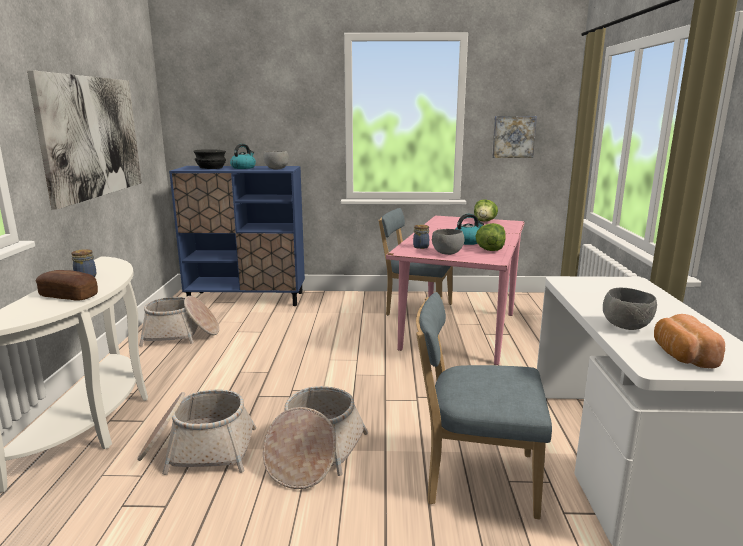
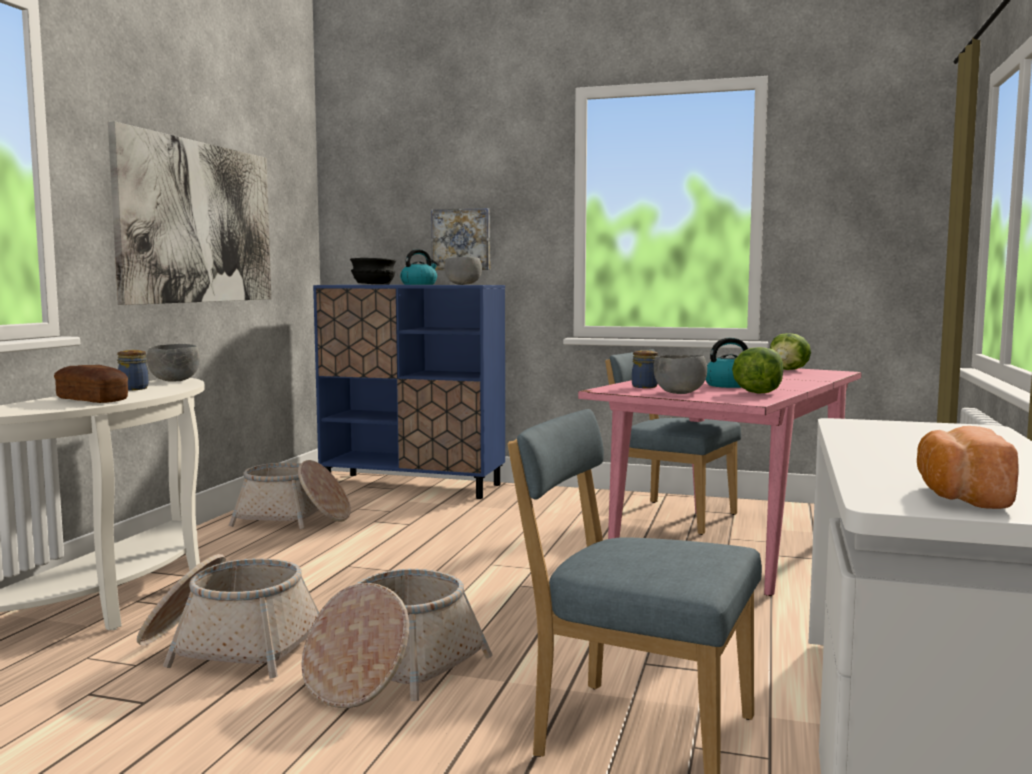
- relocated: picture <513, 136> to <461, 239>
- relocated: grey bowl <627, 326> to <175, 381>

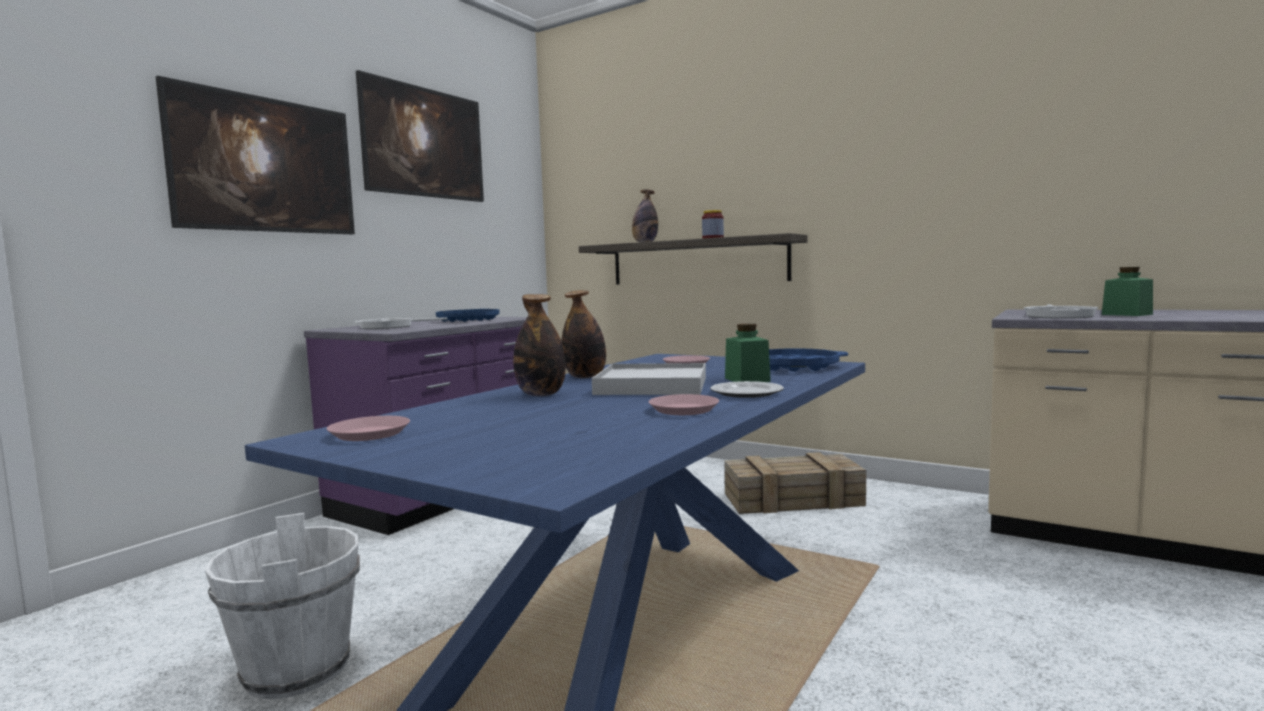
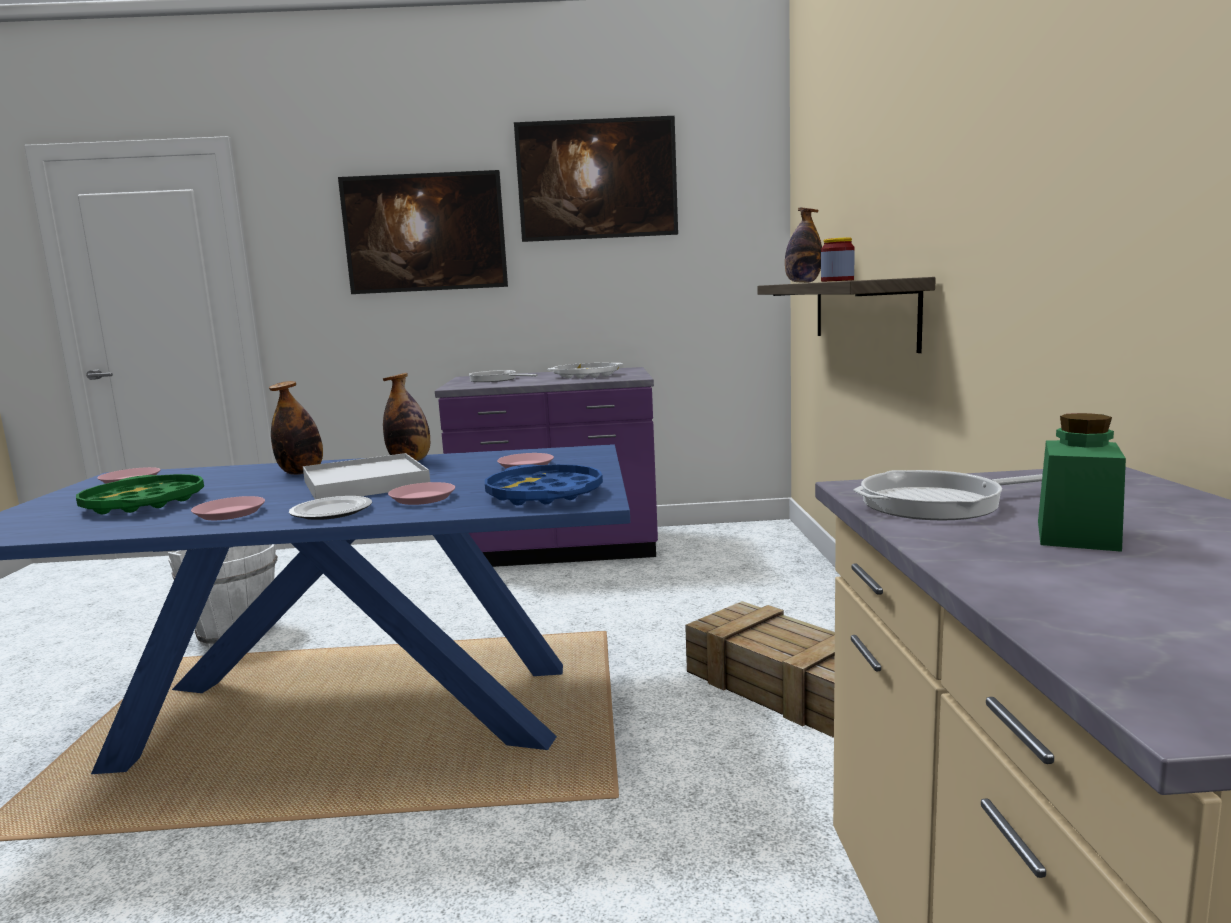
- colour: blue tray <468, 320> to white tray <586, 376>
- exchanged: green jar <747, 380> to pink plate <423, 498>
- appeared: green tray <143, 503>

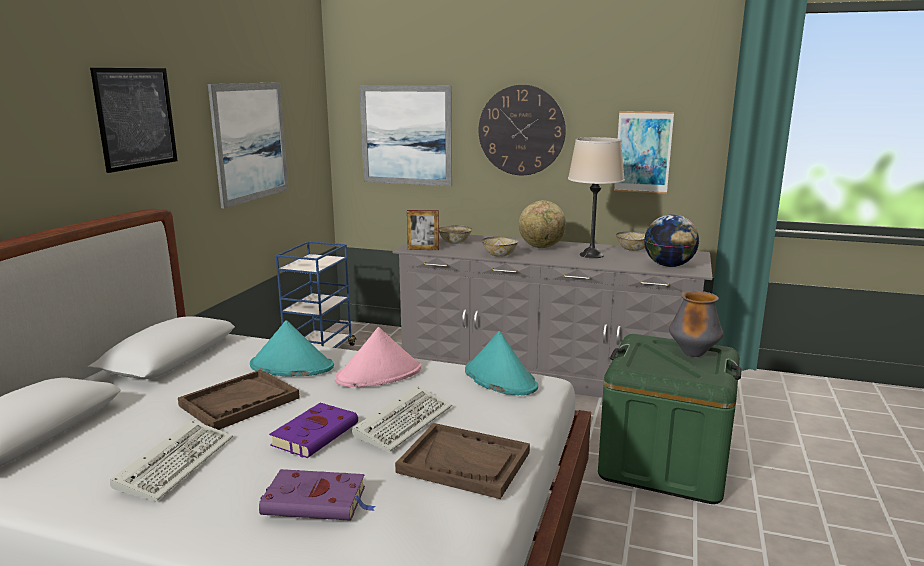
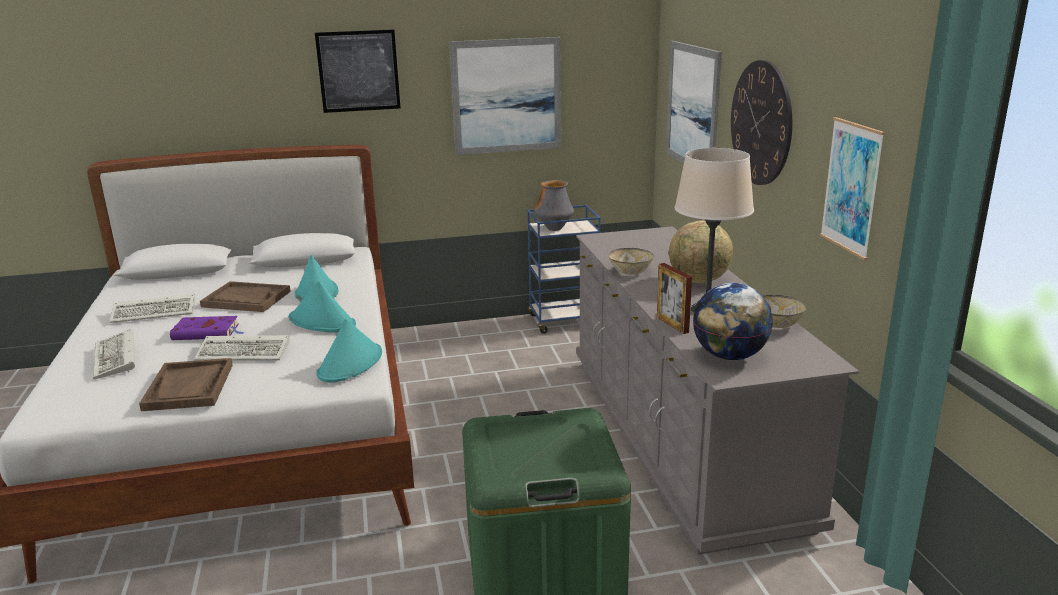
- exchanged: purple book <317, 501> to keyboard <117, 358>
- colour: pink hat <379, 374> to turquoise hat <322, 322>
- relocated: picture frame <423, 249> to <672, 325>
- missing: bowl <455, 242>
- relocated: vase <693, 354> to <554, 229>

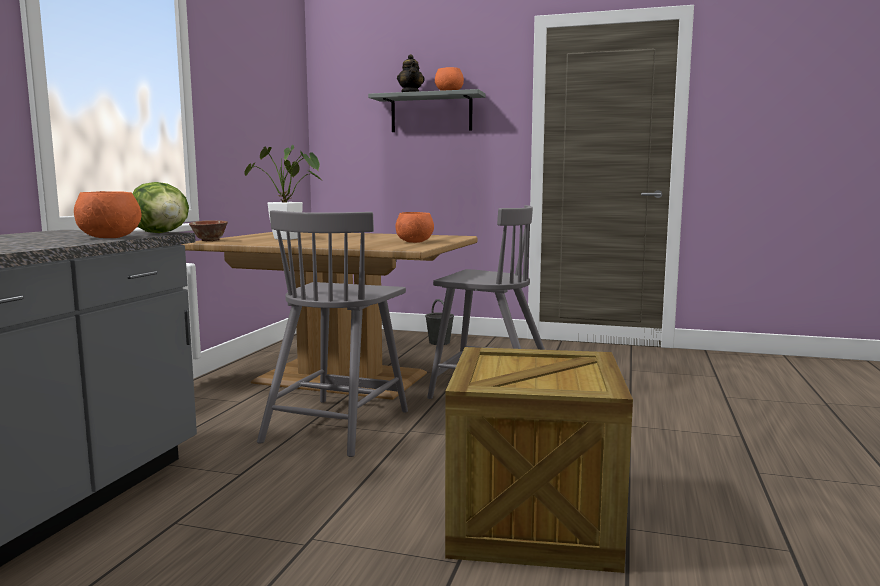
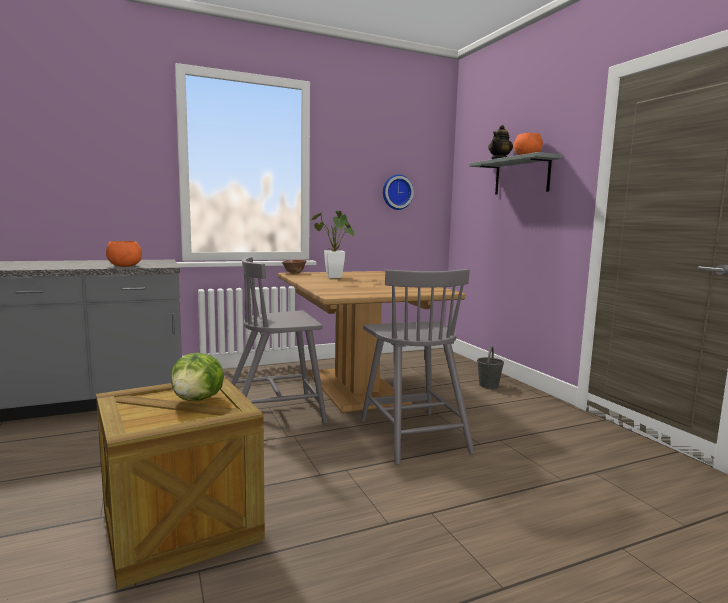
- relocated: lettuce <162, 233> to <198, 399>
- missing: orange bowl <414, 242>
- appeared: wall clock <396, 192>

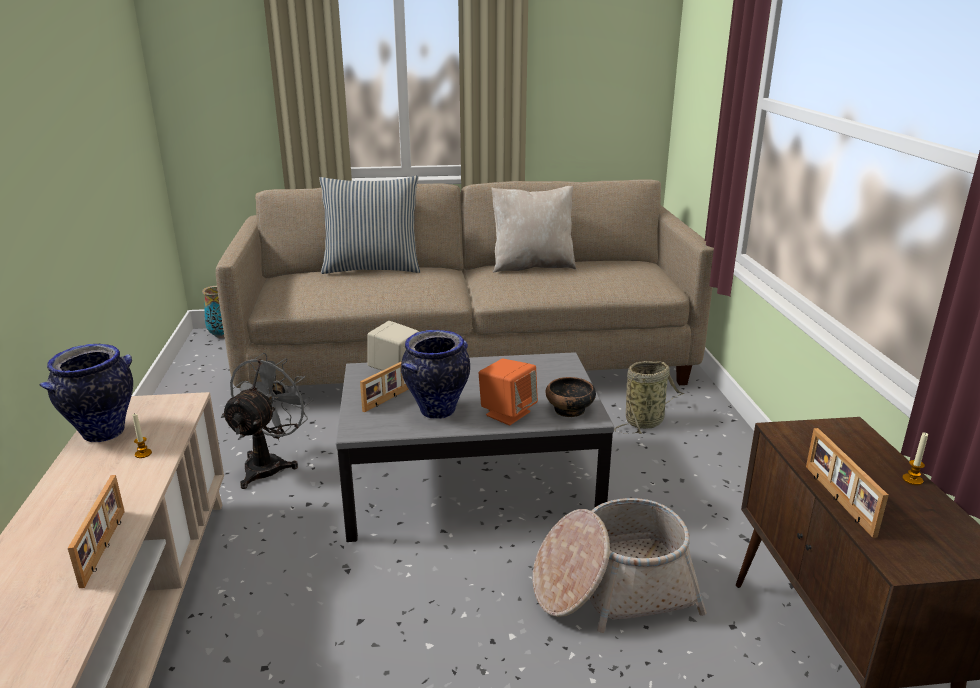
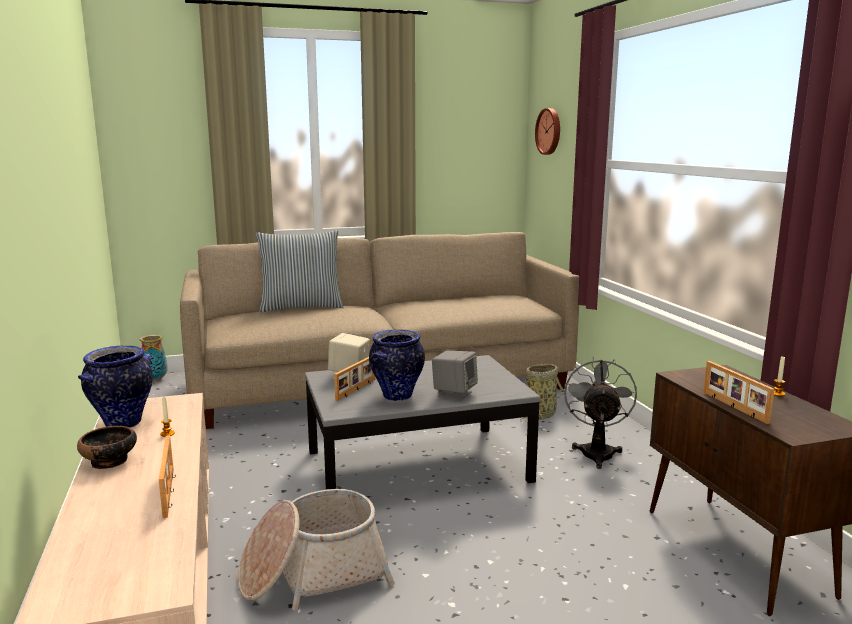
- relocated: grey fan <270, 464> to <597, 451>
- colour: orange speaker <507, 413> to grey speaker <454, 394>
- missing: beige pillow <532, 266>
- relocated: basket <612, 588> to <313, 573>
- relocated: bowl <569, 410> to <109, 461>
- appeared: wall clock <549, 131>

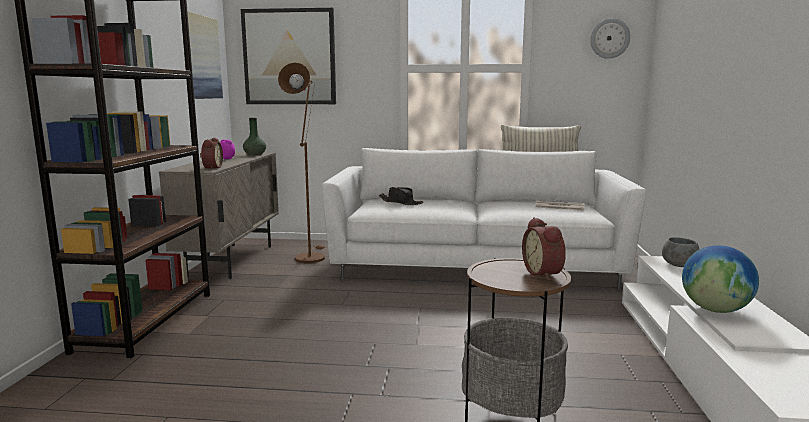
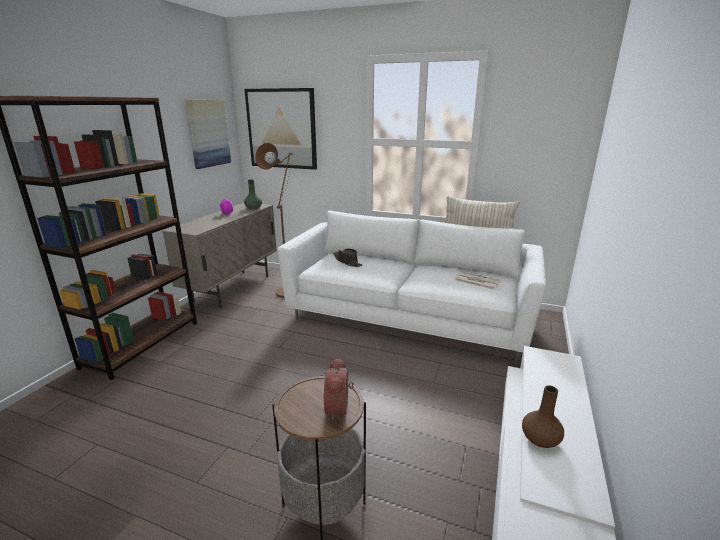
- missing: alarm clock <211, 168>
- missing: wall clock <609, 38>
- missing: grey bowl <678, 265>
- exchanged: globe <715, 310> to brown vase <540, 439>

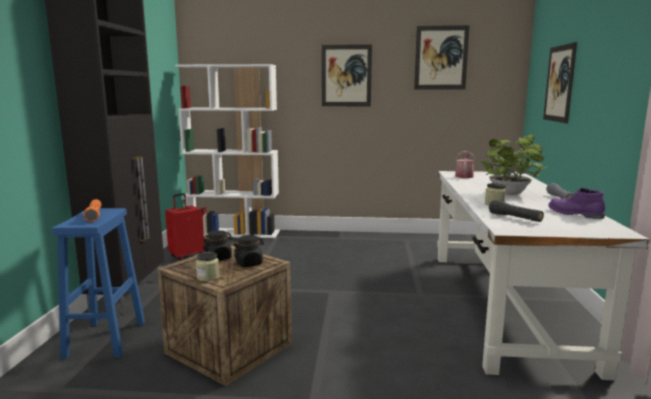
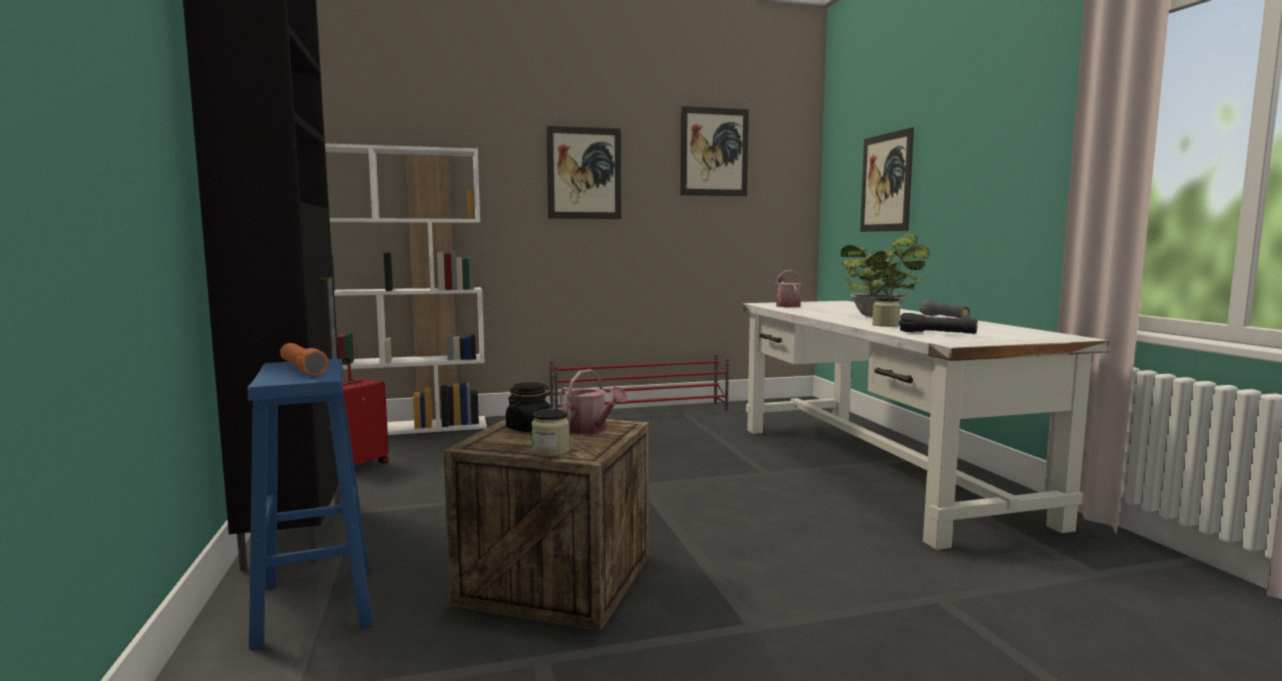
- exchanged: black jar <249, 263> to watering can <590, 430>
- missing: purple boot <574, 214>
- appeared: red shoe rack <641, 412>

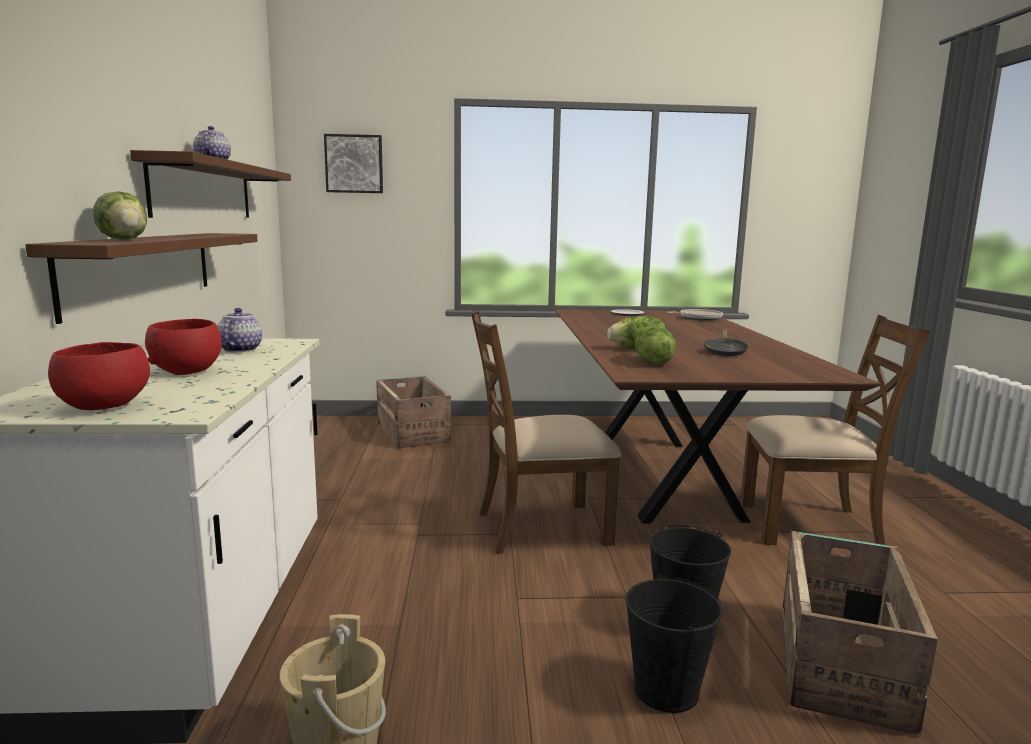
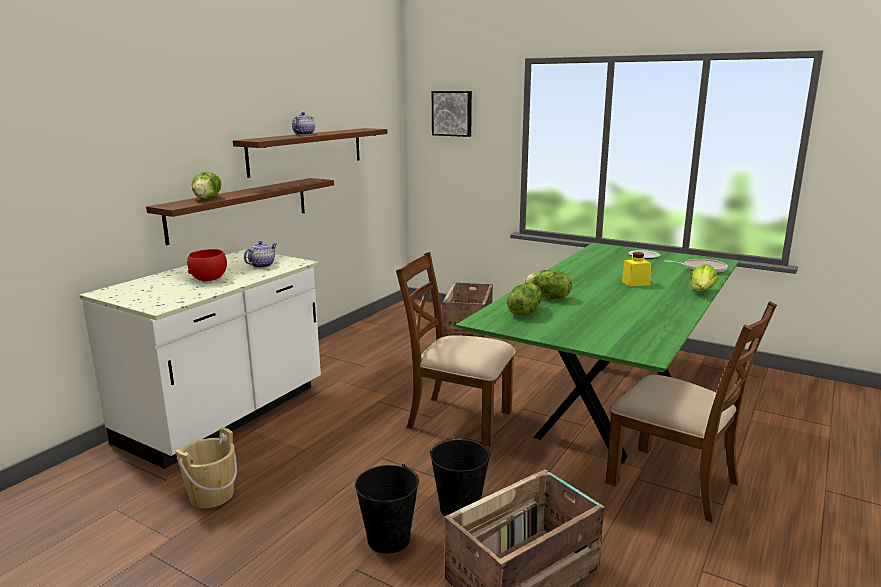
- missing: red bowl <103, 407>
- colour: brown dining table <663, 477> to green dining table <608, 408>
- missing: black frying pan <724, 352>
- appeared: yellow jar <635, 283>
- appeared: lettuce <702, 292>

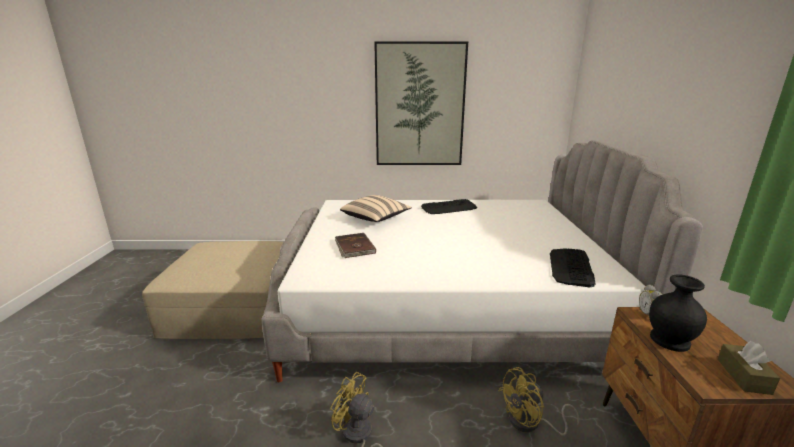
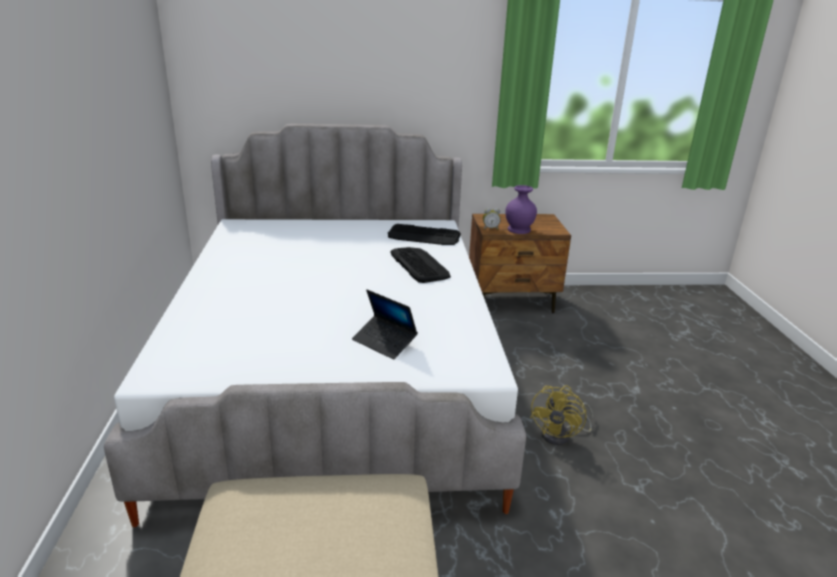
- exchanged: brown book <354, 247> to laptop <384, 342>
- missing: beige pillow <376, 218>
- missing: picture <419, 106>
- relocated: keyboard <449, 208> to <419, 265>
- missing: yellow fan <530, 423>
- colour: black vase <669, 339> to purple vase <518, 229>
- missing: brown tissue box <743, 376>

